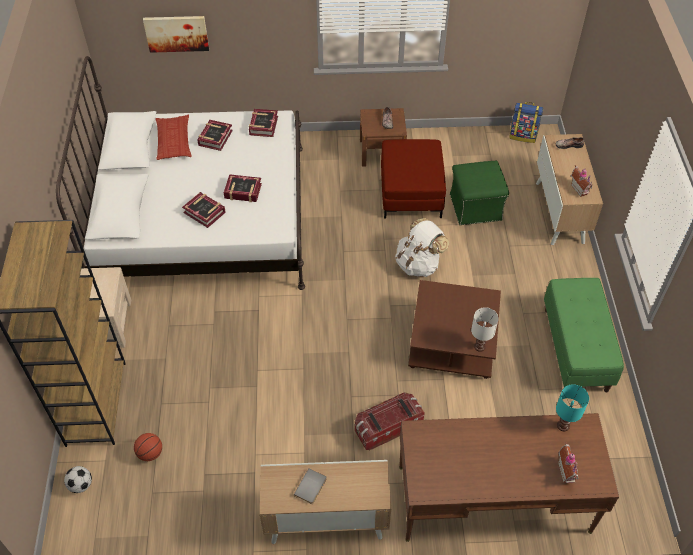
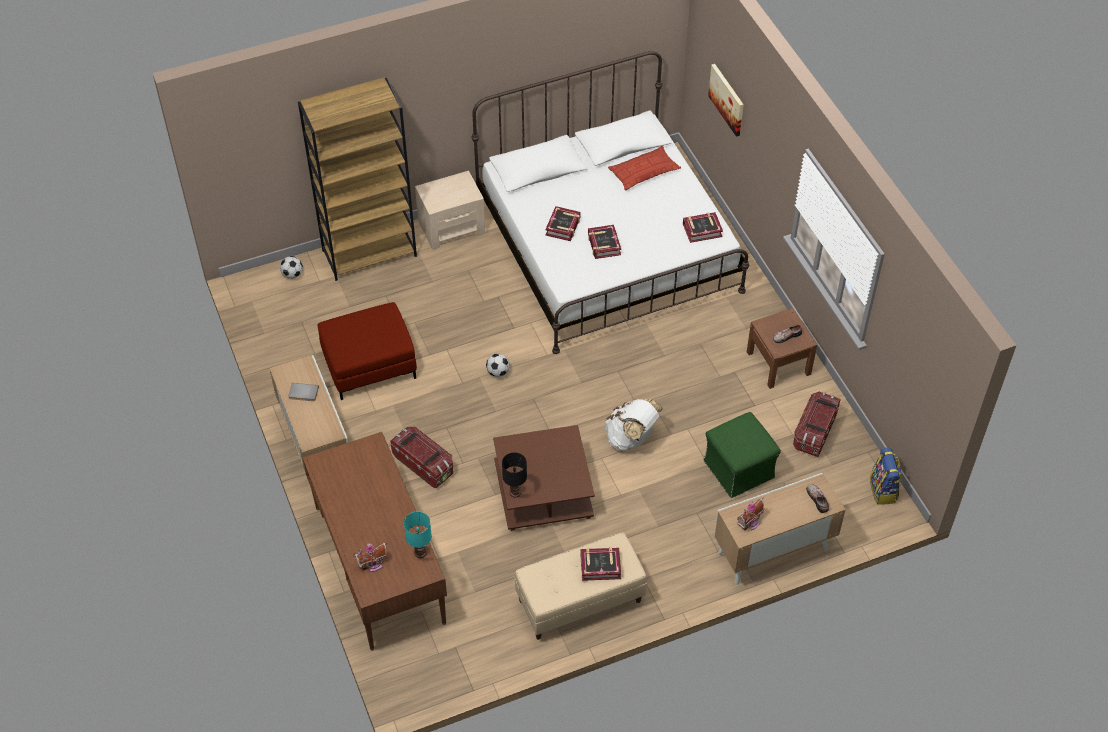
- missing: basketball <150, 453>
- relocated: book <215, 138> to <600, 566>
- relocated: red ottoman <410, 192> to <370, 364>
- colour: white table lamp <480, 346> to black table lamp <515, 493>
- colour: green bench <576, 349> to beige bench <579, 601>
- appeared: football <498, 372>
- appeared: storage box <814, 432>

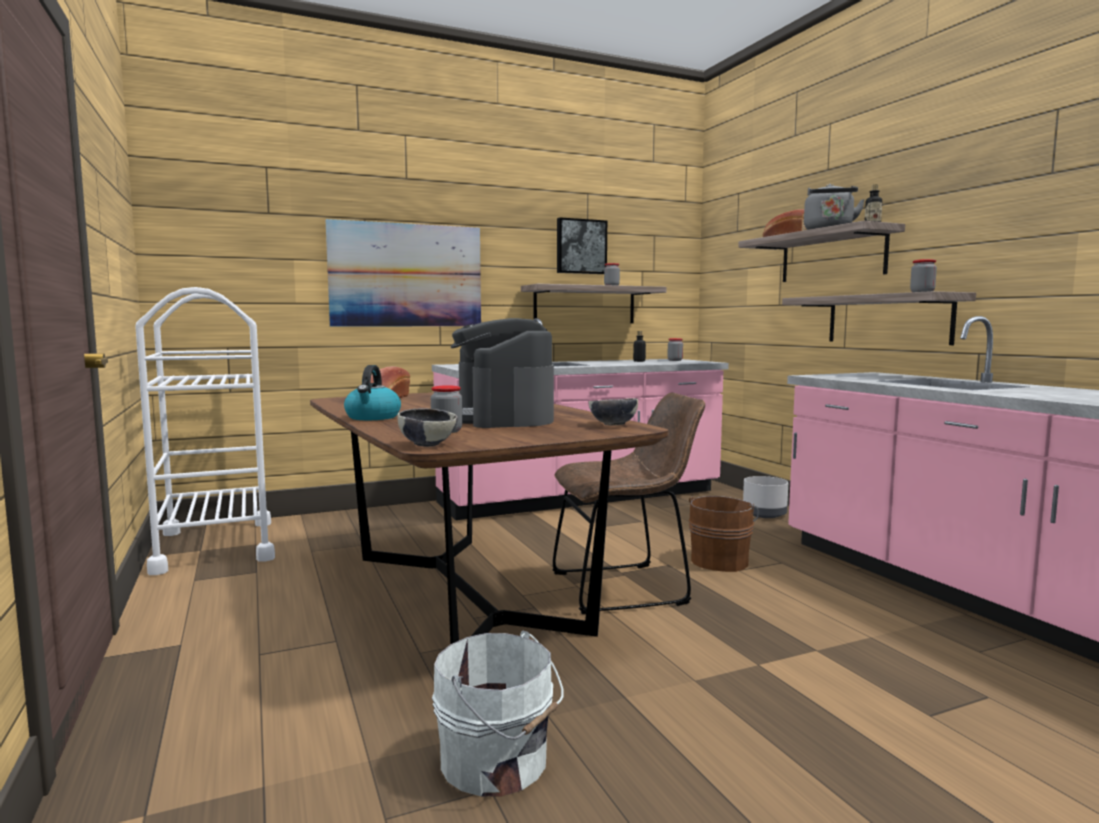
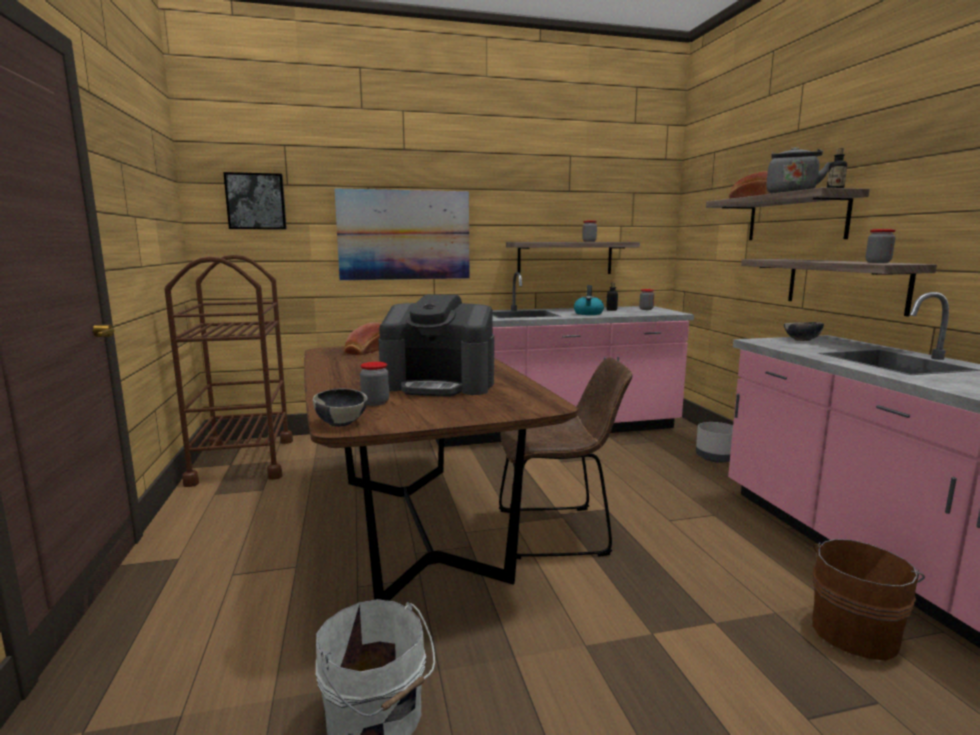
- colour: white cart <215, 546> to brown cart <243, 461>
- relocated: kettle <373, 417> to <588, 313>
- spun: coffee machine <502, 418> = <439, 384> 75 degrees counterclockwise
- relocated: picture <580, 246> to <256, 201>
- relocated: bowl <613, 425> to <801, 340>
- relocated: brown bucket <720, 560> to <855, 630>

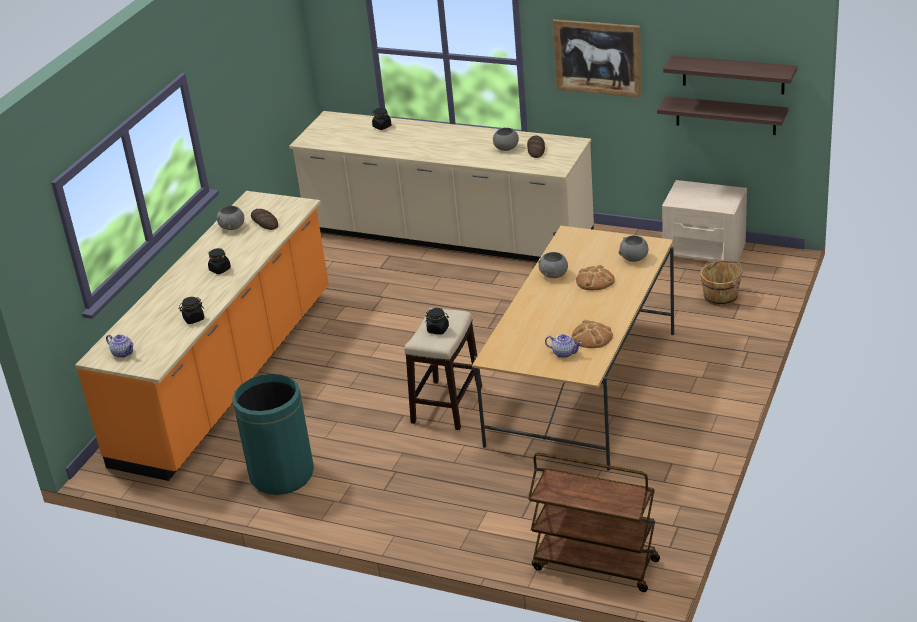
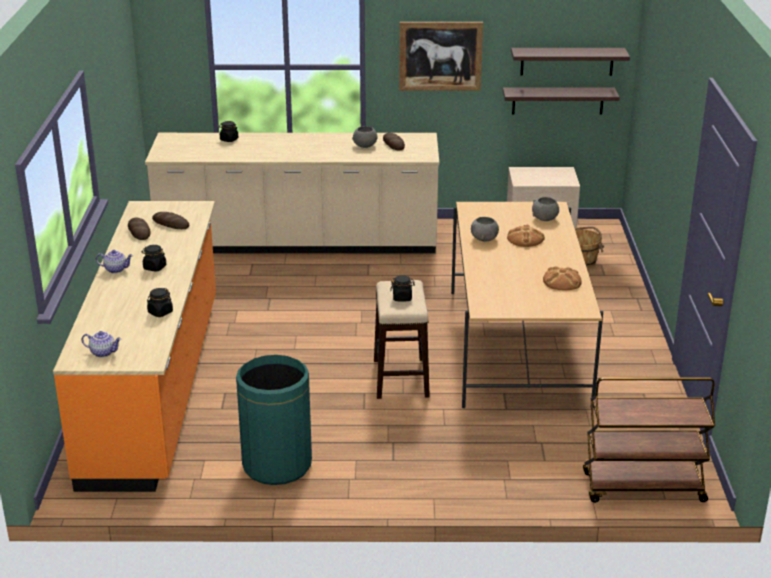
- exchanged: grey bowl <232, 227> to bread <139, 231>
- relocated: teapot <564, 353> to <116, 269>

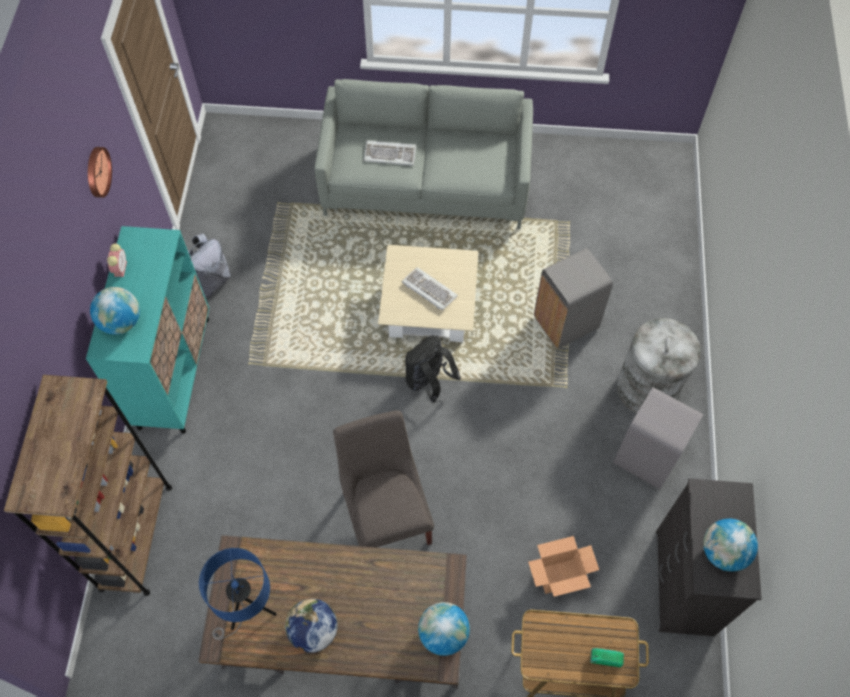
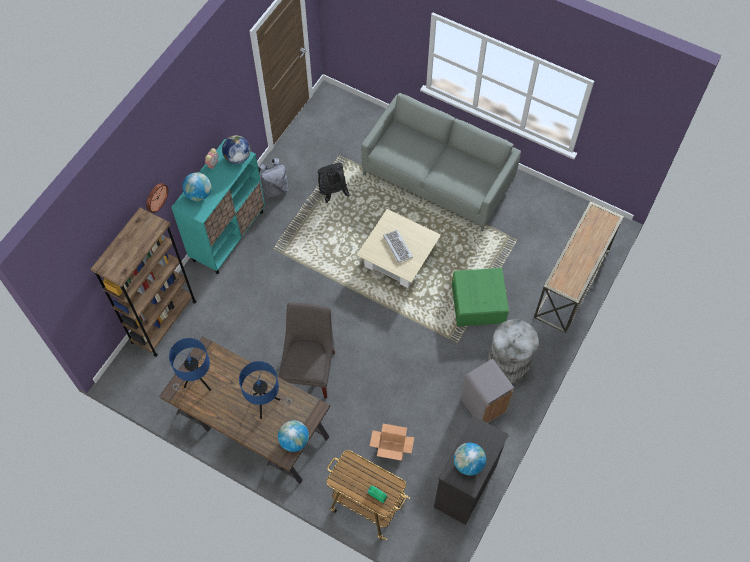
- relocated: wall clock <97, 172> to <155, 197>
- relocated: globe <313, 631> to <237, 157>
- missing: keyboard <390, 154>
- relocated: black backpack <428, 382> to <332, 193>
- exchanged: grey trash can <565, 322> to green storage box <478, 302>
- appeared: blue table lamp <266, 404>
- appeared: console table <572, 284>

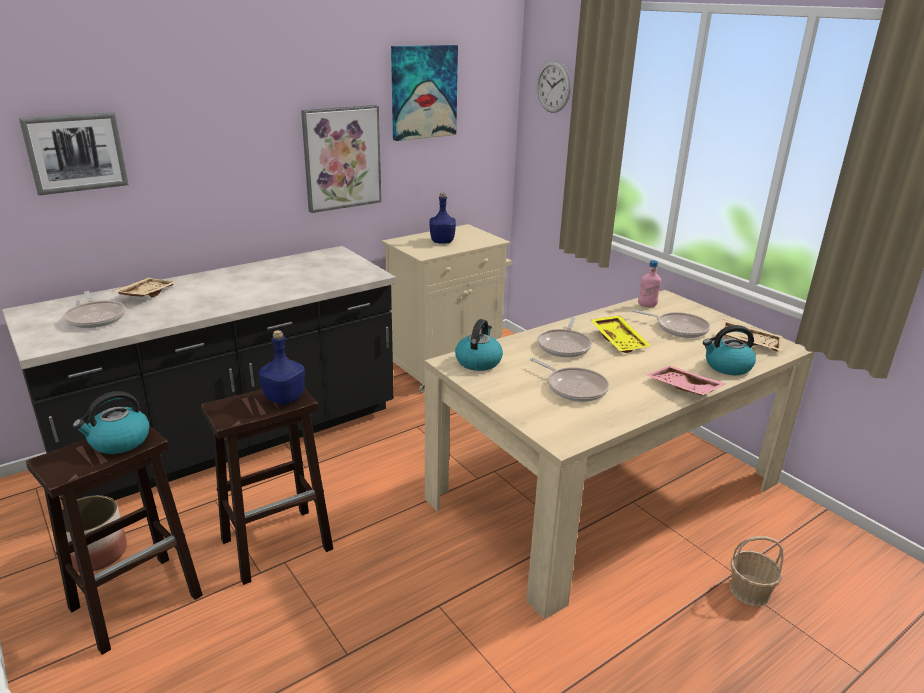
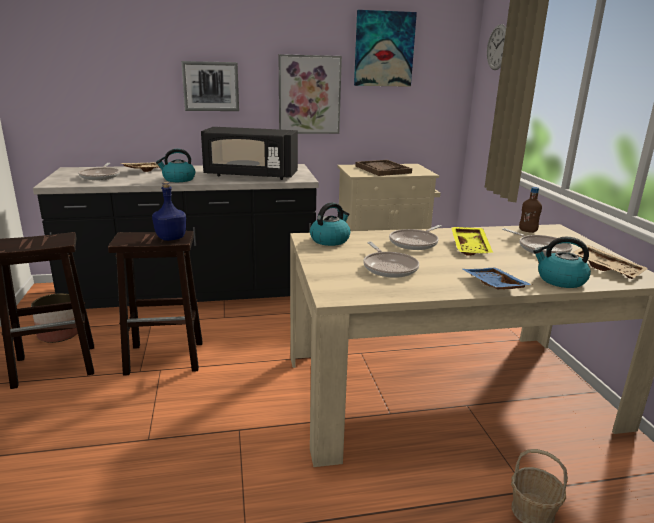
- relocated: picture <76, 152> to <211, 86>
- relocated: kettle <119, 441> to <178, 179>
- exchanged: blue bottle <442, 241> to brown tray <382, 169>
- colour: pink bottle <647, 305> to brown bottle <527, 231>
- colour: pink tray <682, 388> to blue tray <492, 286>
- appeared: black microwave <250, 175>

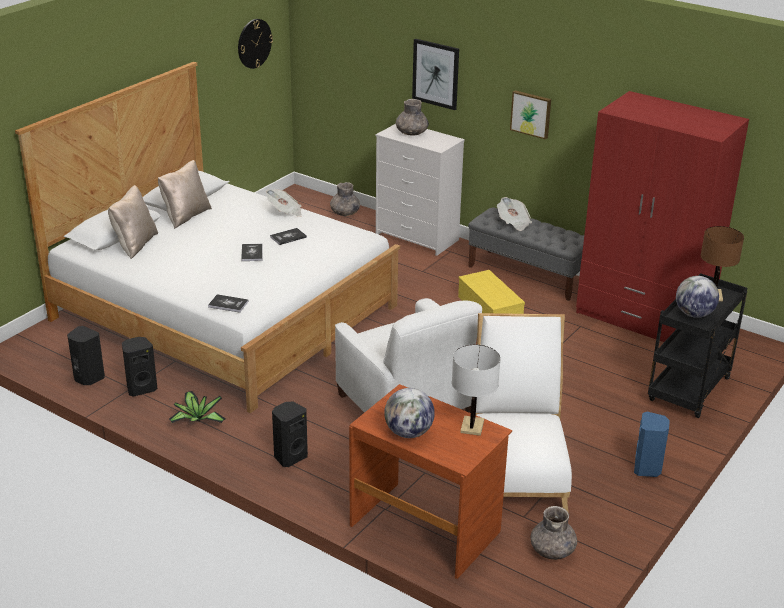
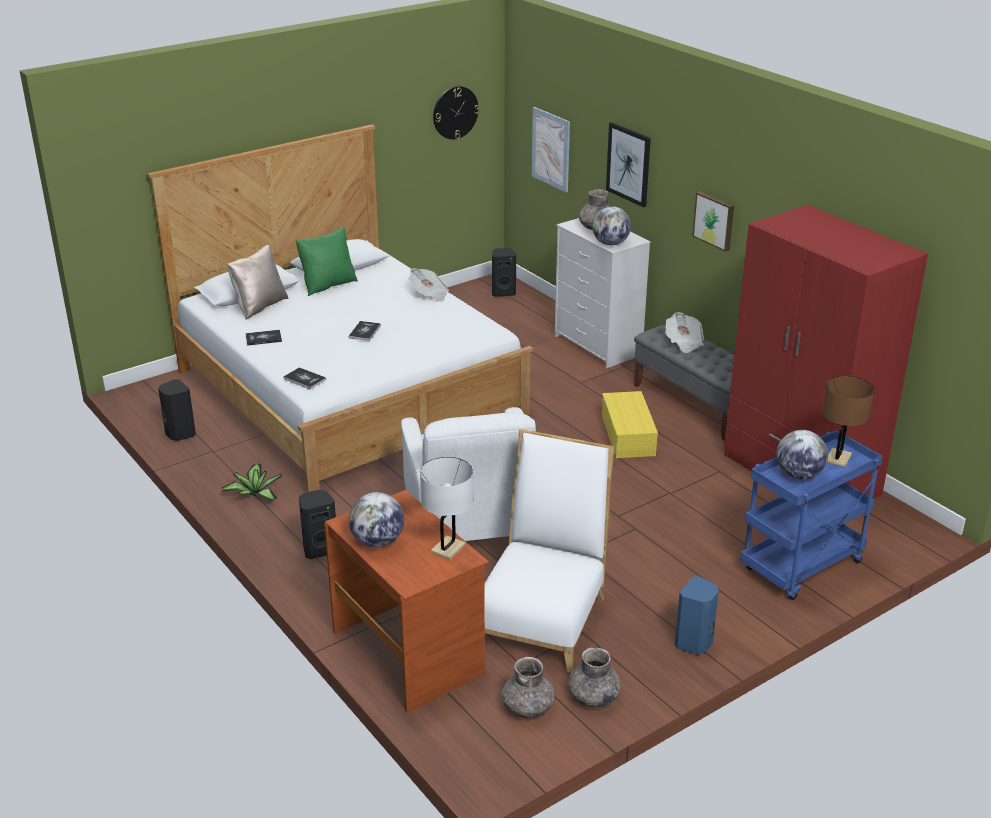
- relocated: black speaker <141, 388> to <503, 292>
- colour: beige pillow <185, 216> to green pillow <328, 285>
- relocated: book <288, 237> to <263, 338>
- relocated: grey vase <345, 213> to <593, 697>
- colour: black cart <689, 391> to blue cart <801, 568>
- appeared: picture <551, 149>
- appeared: globe <610, 243>

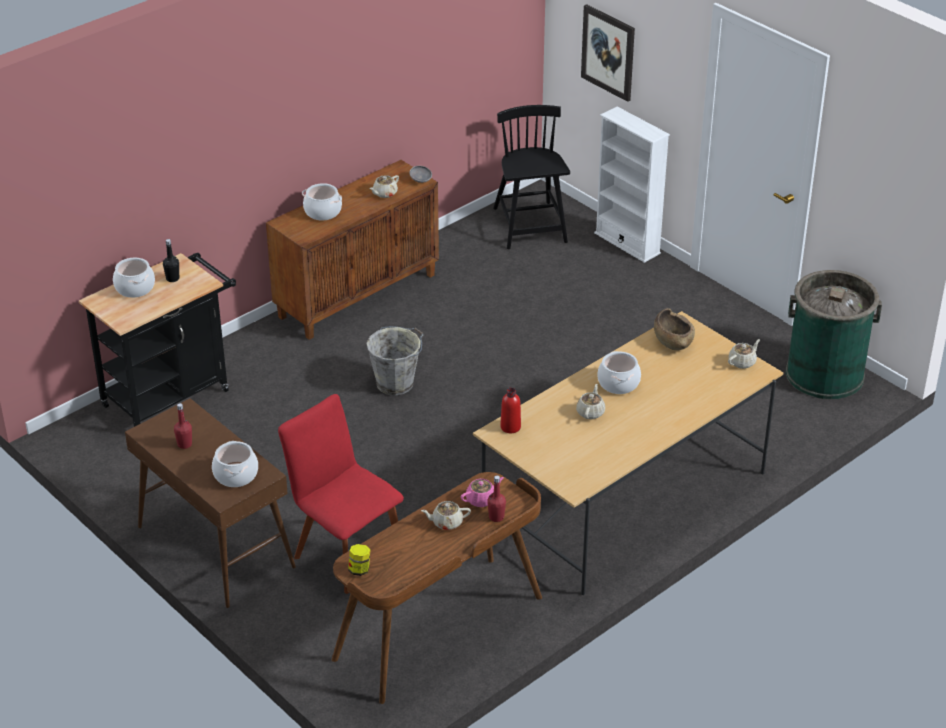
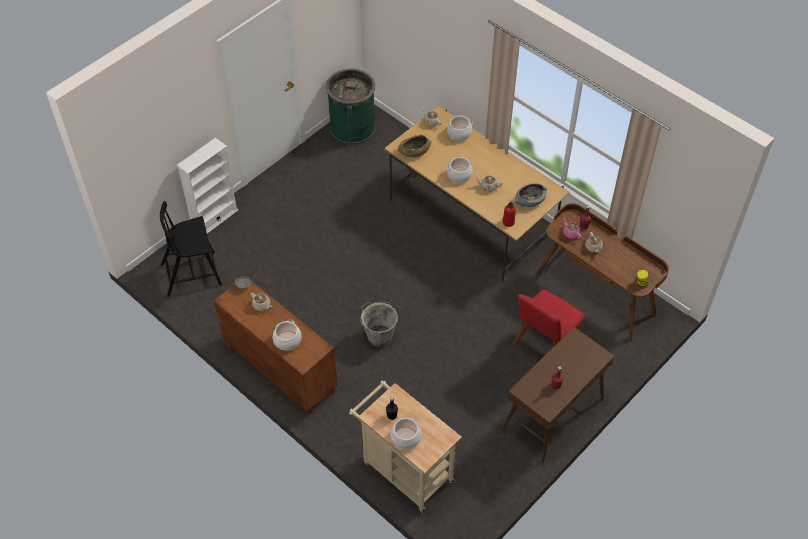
- colour: black cart <172, 394> to beige cart <404, 469>
- relocated: cooking pot <235, 475> to <459, 133>
- missing: picture <608, 52>
- appeared: grey bowl <530, 200>

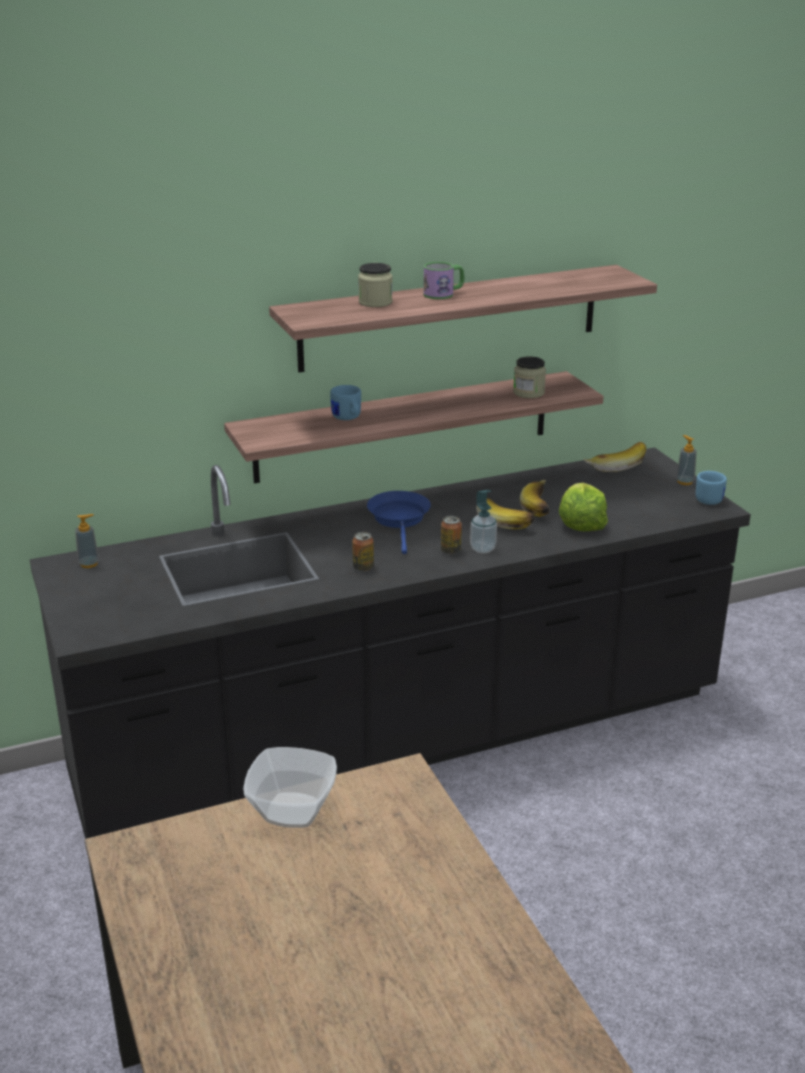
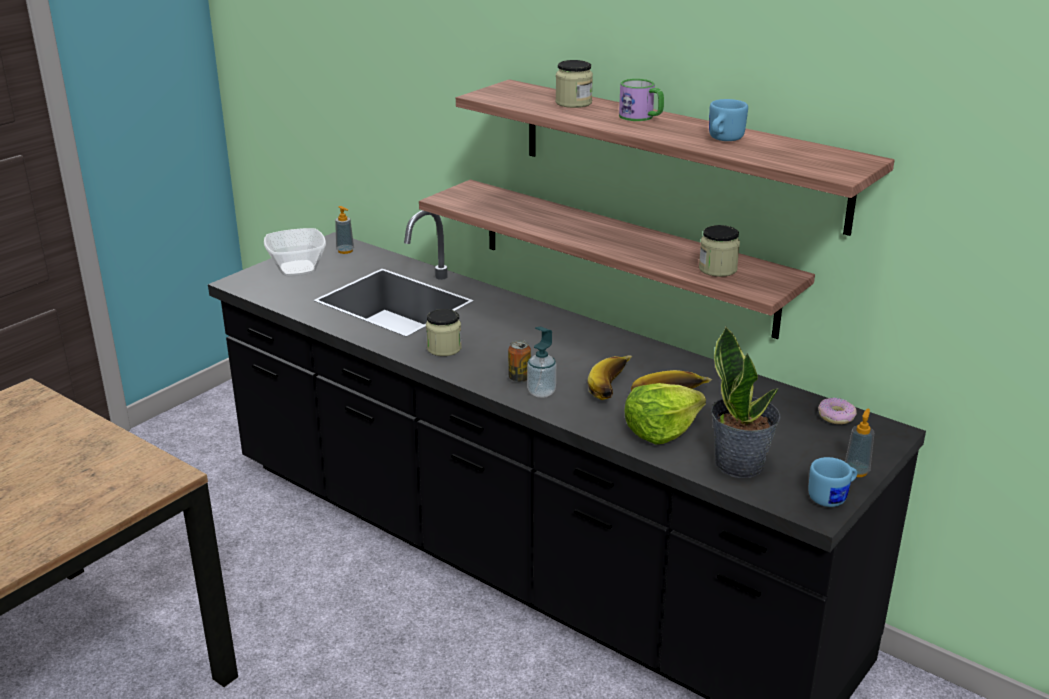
- relocated: bowl <291, 811> to <296, 268>
- relocated: blue mug <347, 418> to <722, 139>
- exchanged: can <363, 567> to jar <444, 348>
- missing: blue frying pan <399, 520>
- exchanged: banana <615, 464> to donut <836, 416>
- appeared: potted plant <740, 464>

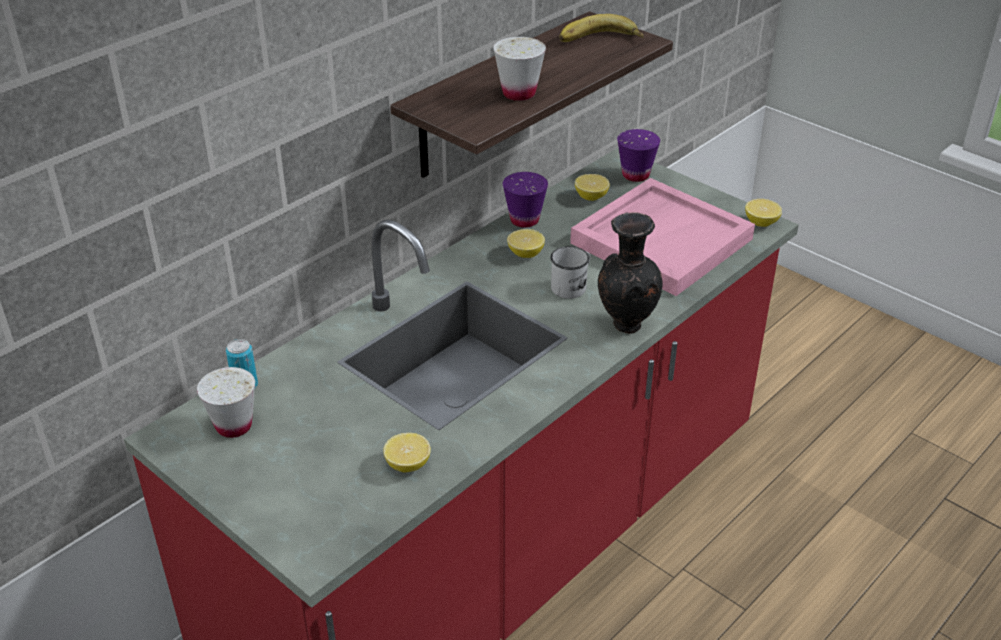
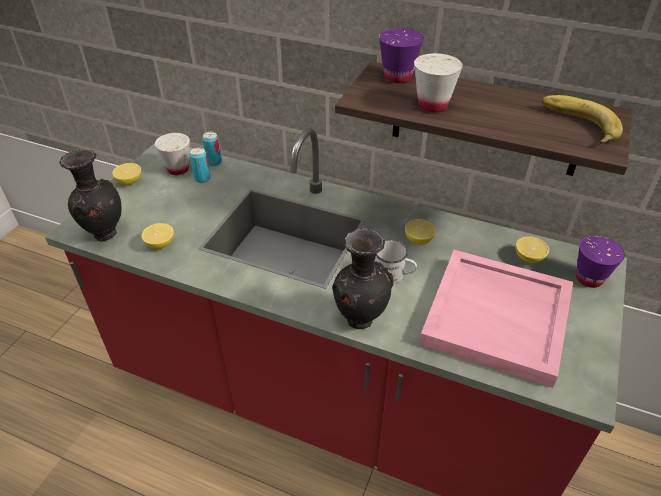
- relocated: purple cup <524, 220> to <397, 77>
- relocated: lemon <761, 222> to <129, 181>
- appeared: black vase <104, 233>
- appeared: can <202, 178>

